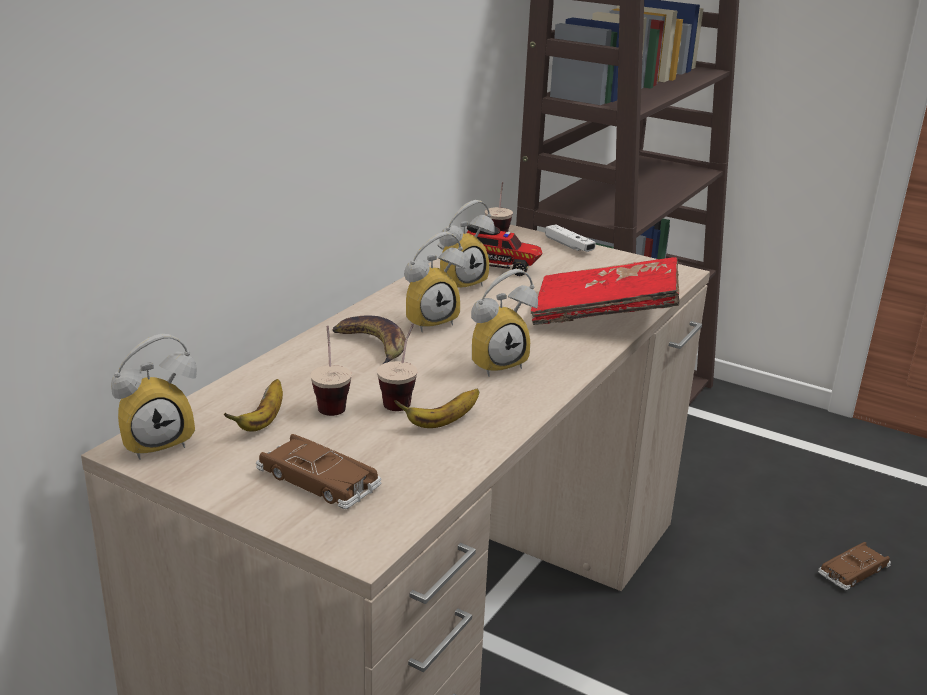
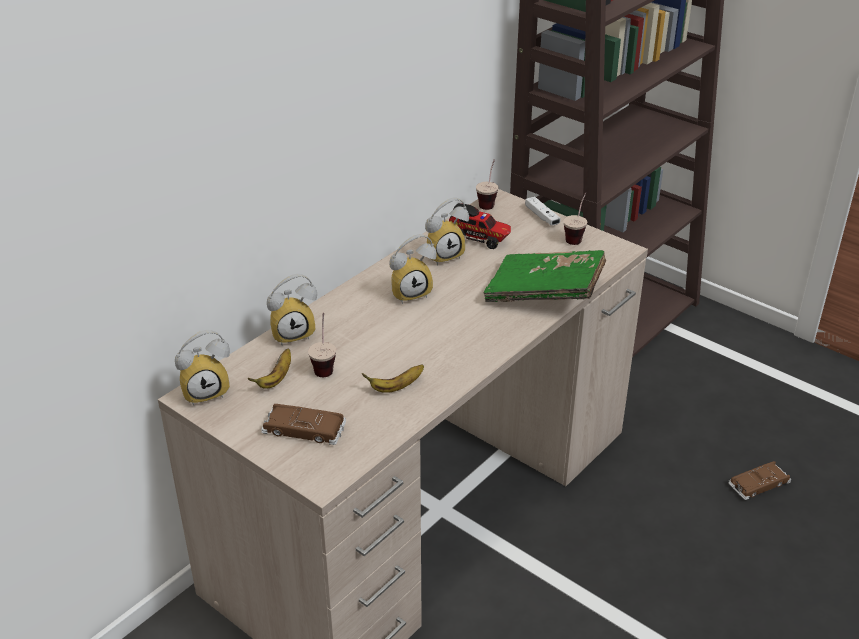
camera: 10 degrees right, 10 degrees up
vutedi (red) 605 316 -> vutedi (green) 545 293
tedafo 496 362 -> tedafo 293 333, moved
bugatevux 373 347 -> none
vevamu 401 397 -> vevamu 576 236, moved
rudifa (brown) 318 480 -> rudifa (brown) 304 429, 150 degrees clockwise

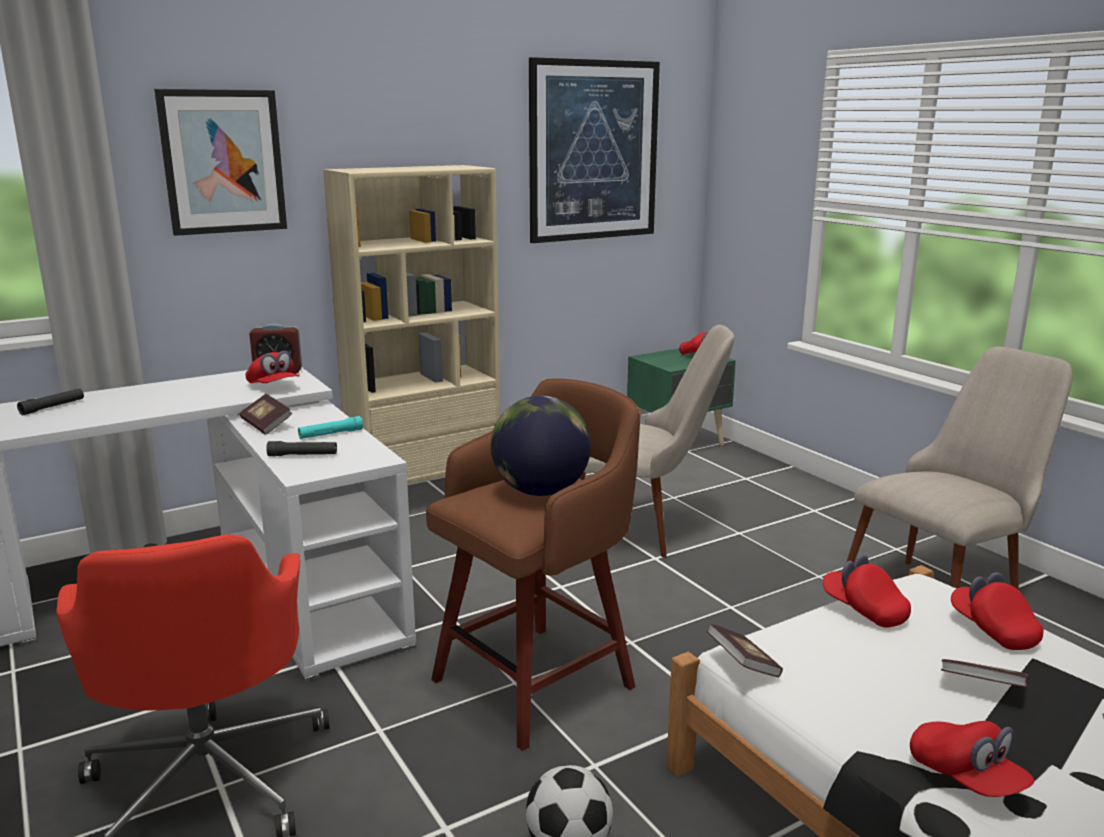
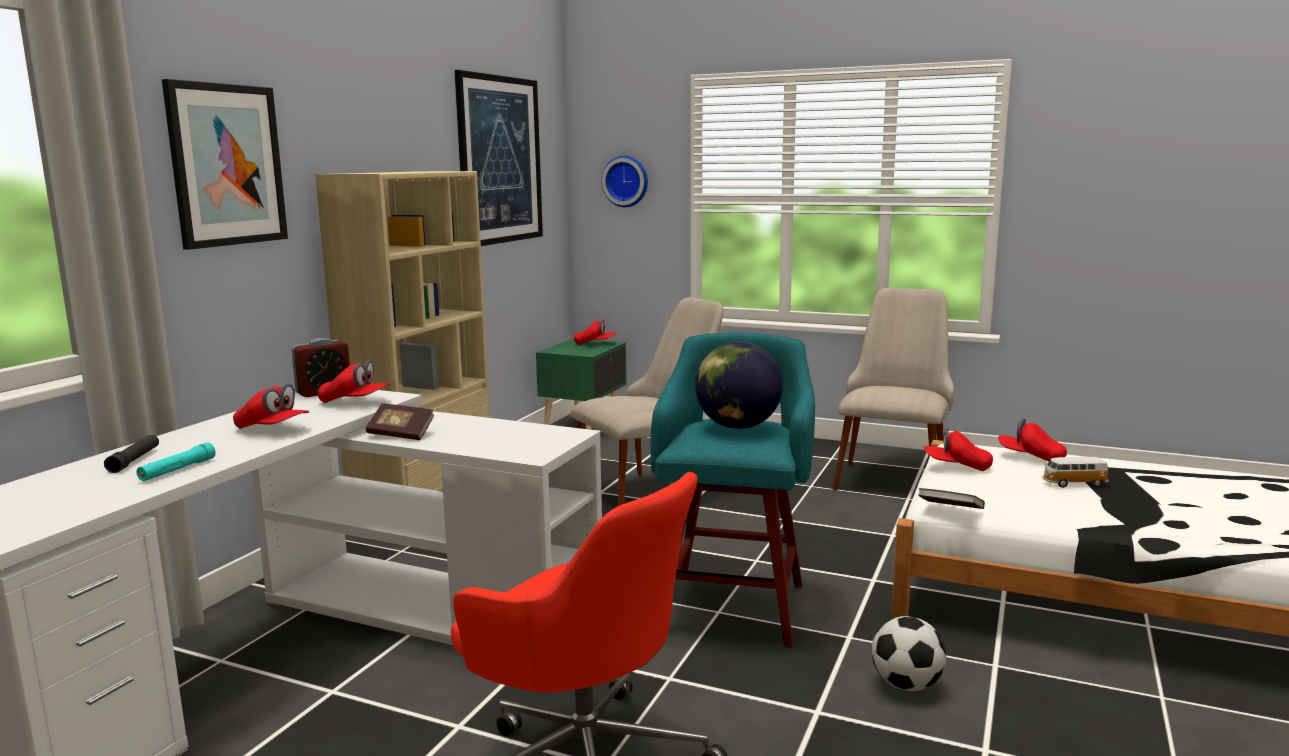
camera: 35 degrees left, 5 degrees down
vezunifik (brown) 538 681 -> vezunifik (turquoise) 733 604
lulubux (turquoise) 330 434 -> lulubux (turquoise) 177 470, moved
lulubux (black) 303 455 -> none
vutedi 981 687 -> rudifa 1073 483
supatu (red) 966 778 -> supatu (red) 272 429, moved
none -> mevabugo 626 181

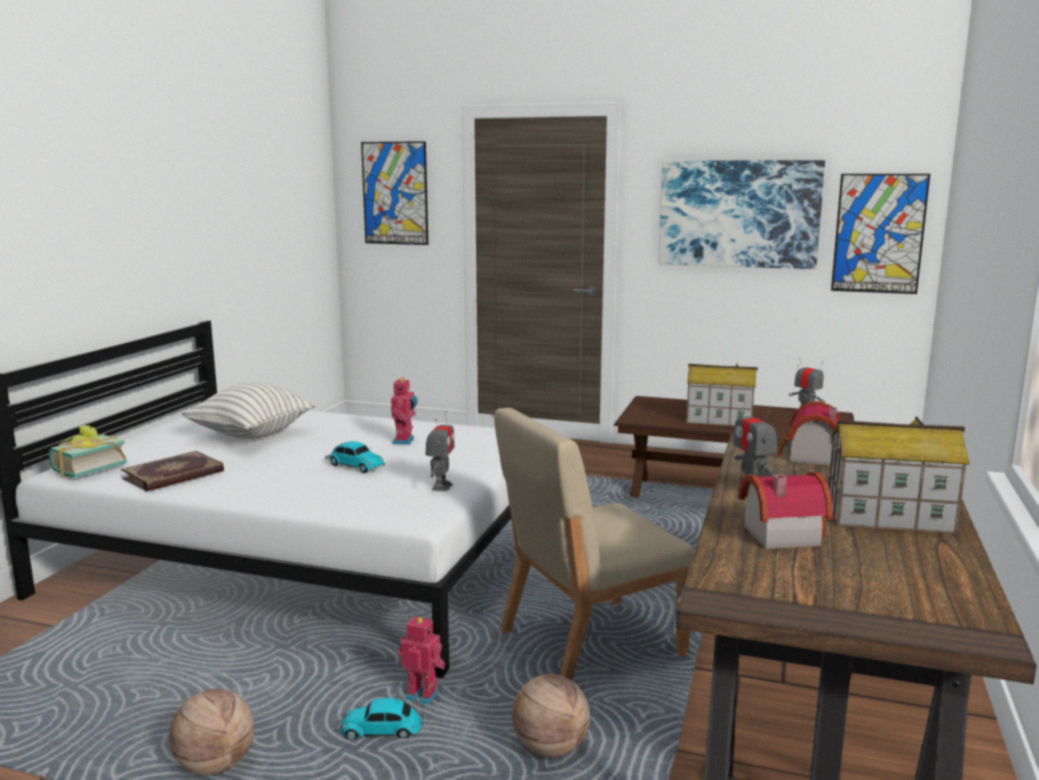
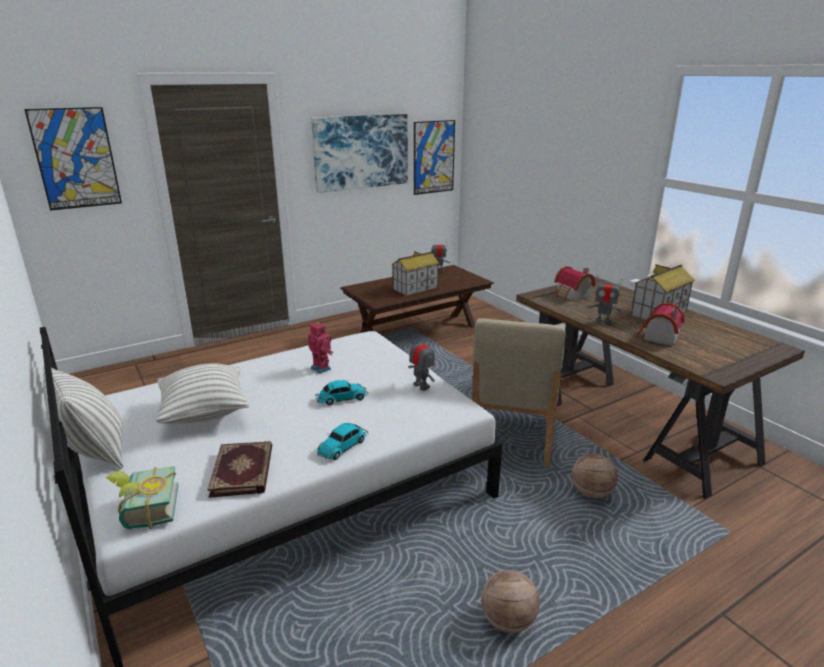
camera: 50 degrees left, 10 degrees up
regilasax 423 696 -> none
rudifa 383 730 -> rudifa 343 446, moved
none -> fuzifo 94 451

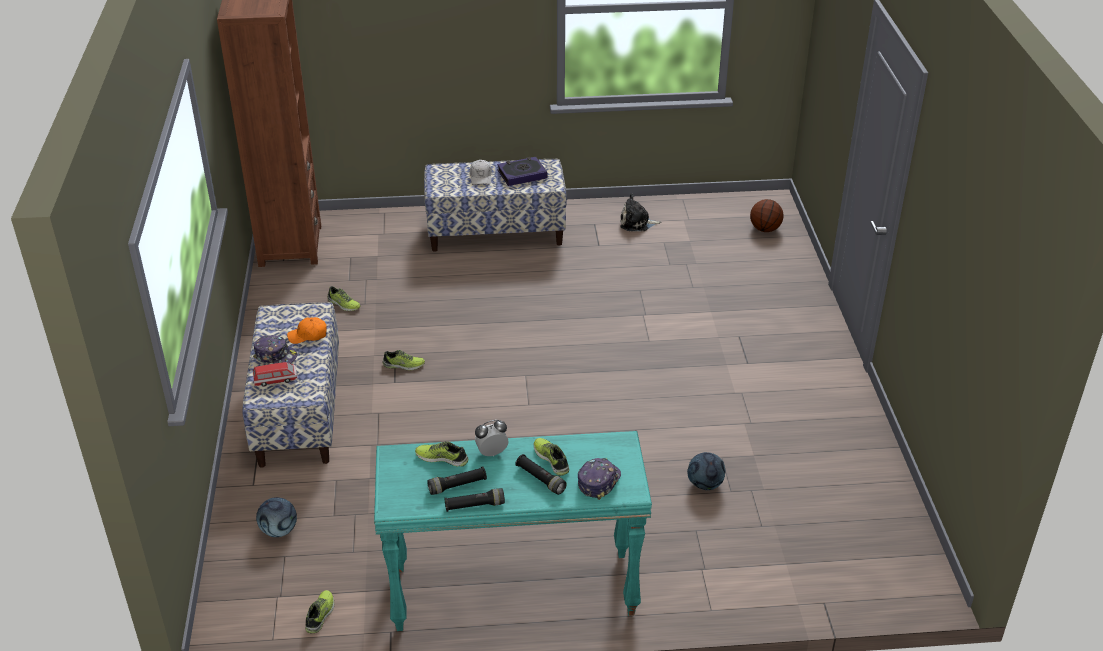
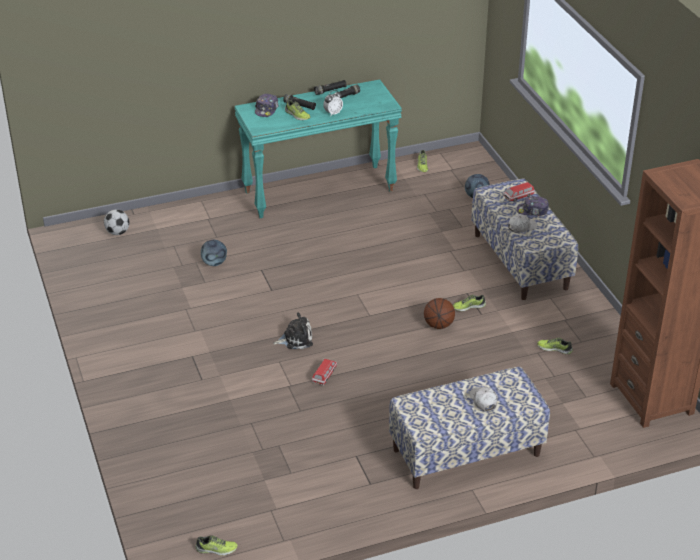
camera: 165 degrees right, 0 degrees up
vutedi 522 174 -> none
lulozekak 637 223 -> lulozekak 296 339, moved
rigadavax 765 229 -> rigadavax 438 325, moved
supatu (orange) 308 335 -> supatu (white) 521 227
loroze 442 458 -> loroze 216 549, moved
none -> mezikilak 117 232
none -> rudifa 324 375

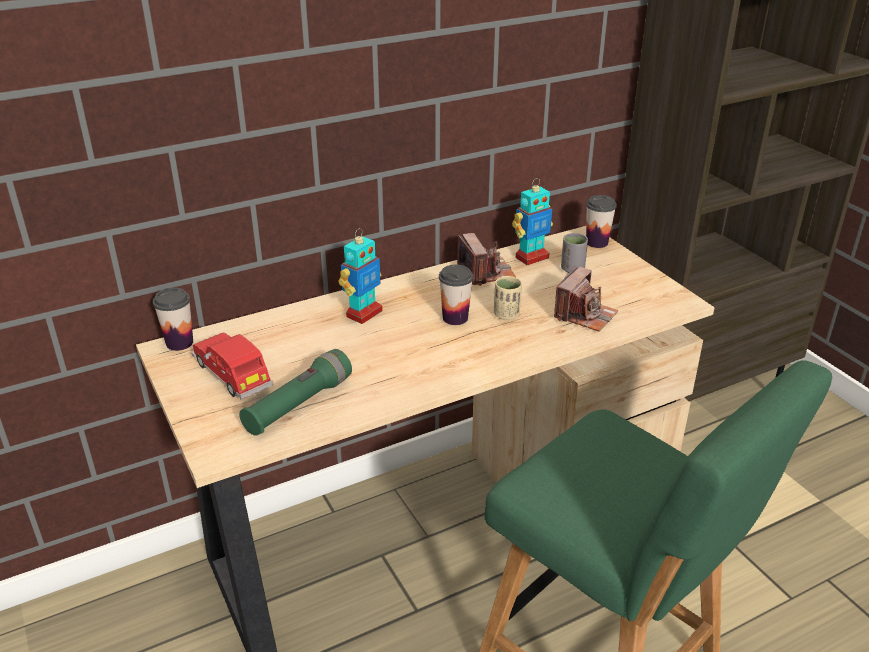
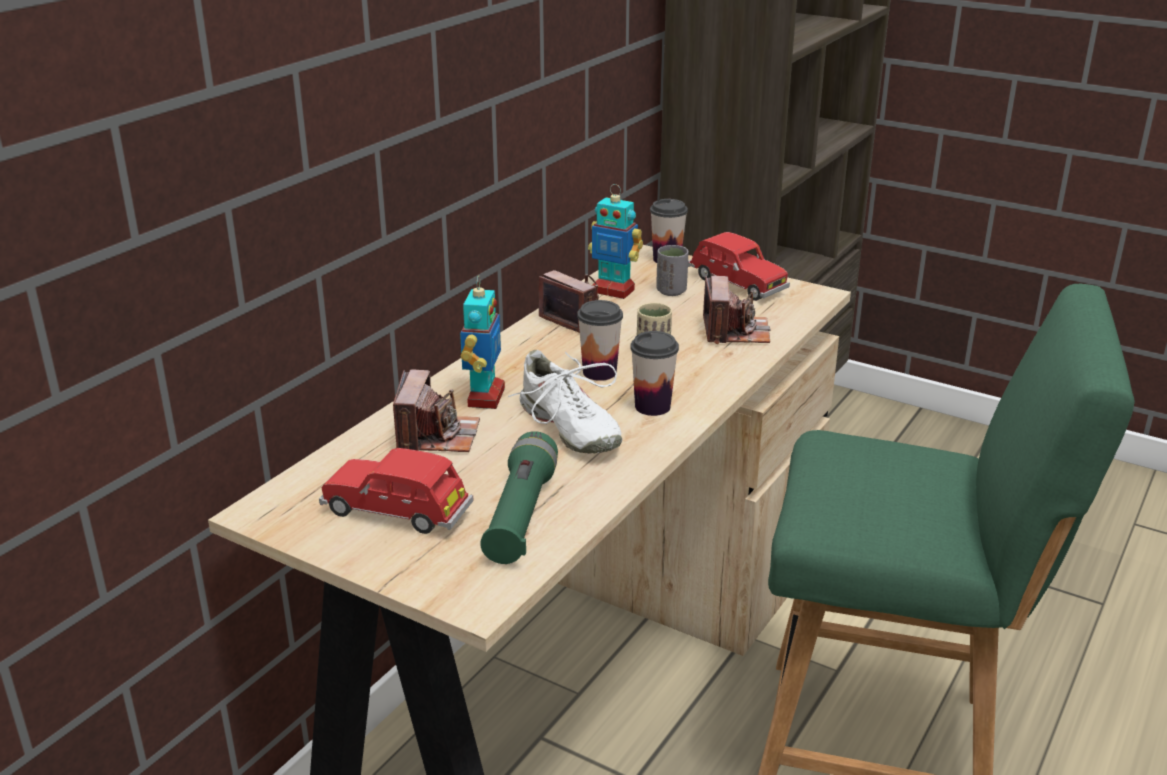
camera: 30 degrees left, 5 degrees down
regilasax 531 257 -> regilasax 613 290, 90 degrees clockwise
vevamu 179 343 -> vevamu 652 407, moved
none -> rudifa (red) 736 284
none -> loroze (white) 568 429
none -> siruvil 437 436

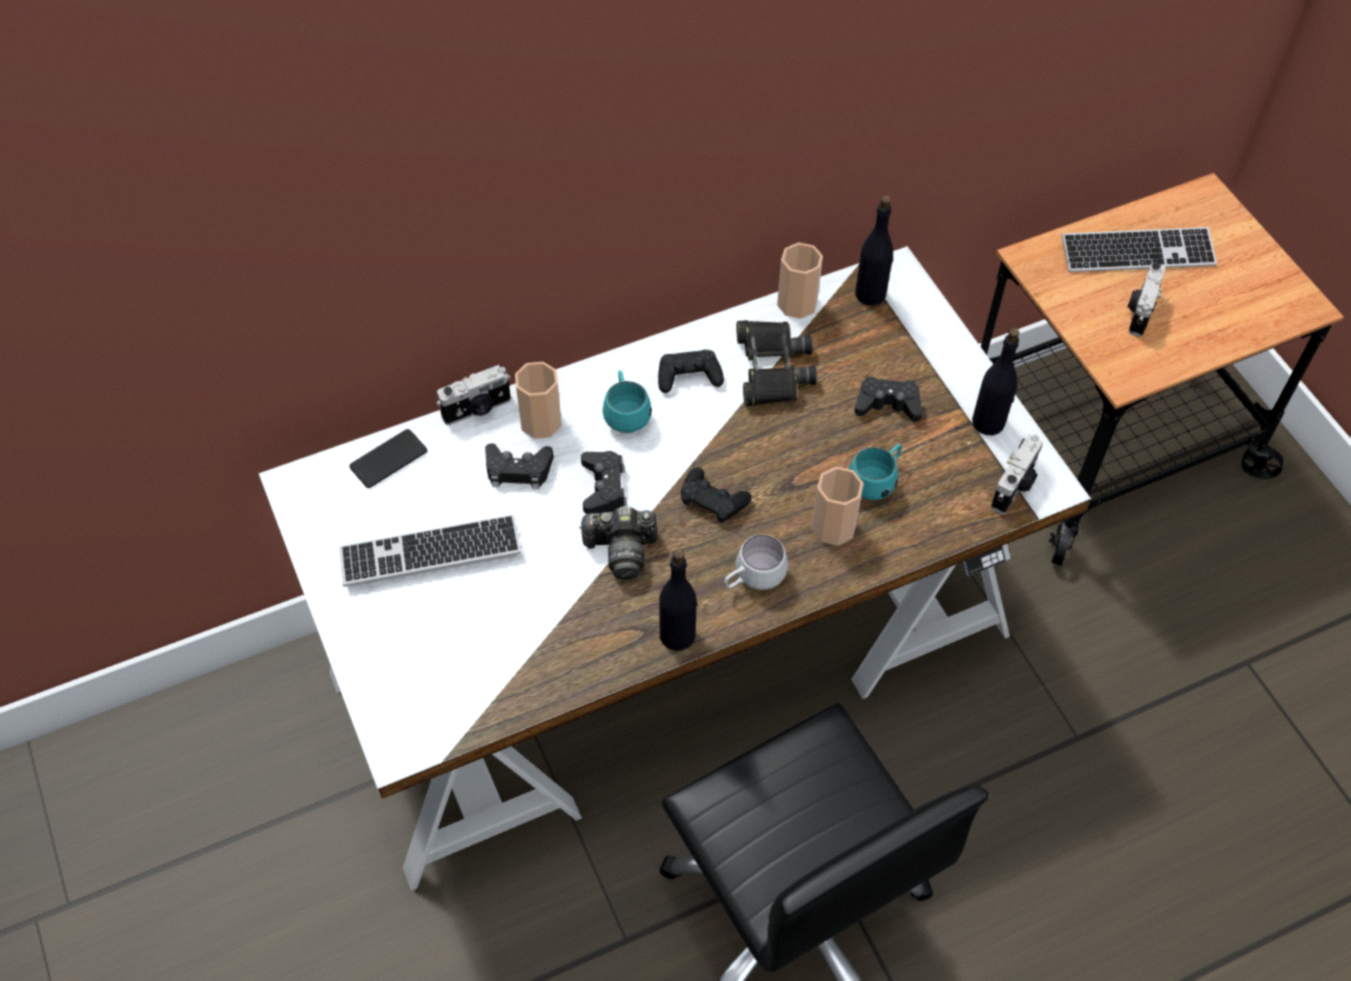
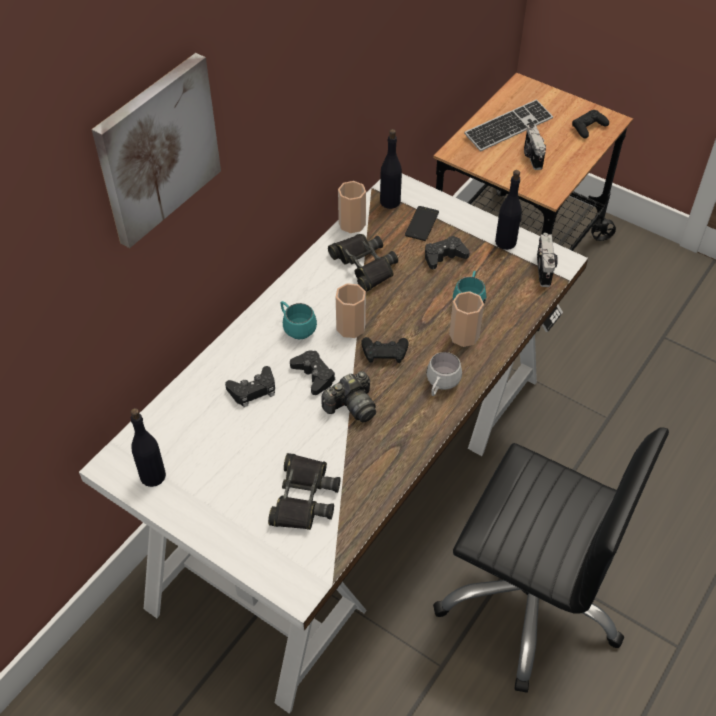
camera: 30 degrees left, 5 degrees down
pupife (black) 689 376 -> pupife (black) 588 127, moved
vevamu 541 422 -> vevamu 350 327, moved
siruvil 477 409 -> none
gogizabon 388 459 -> gogizabon 422 224, moved
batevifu 430 553 -> none
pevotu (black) 678 635 -> pevotu (black) 153 475, moved
none -> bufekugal 157 149
none -> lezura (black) 303 497

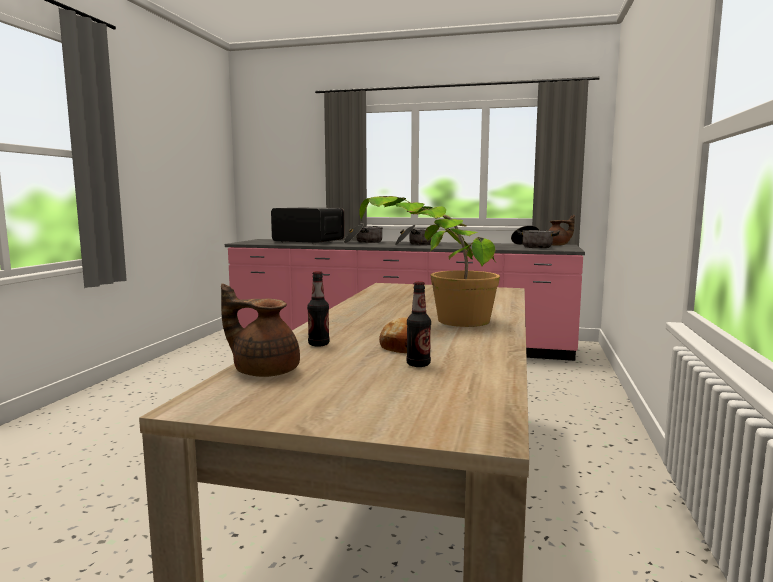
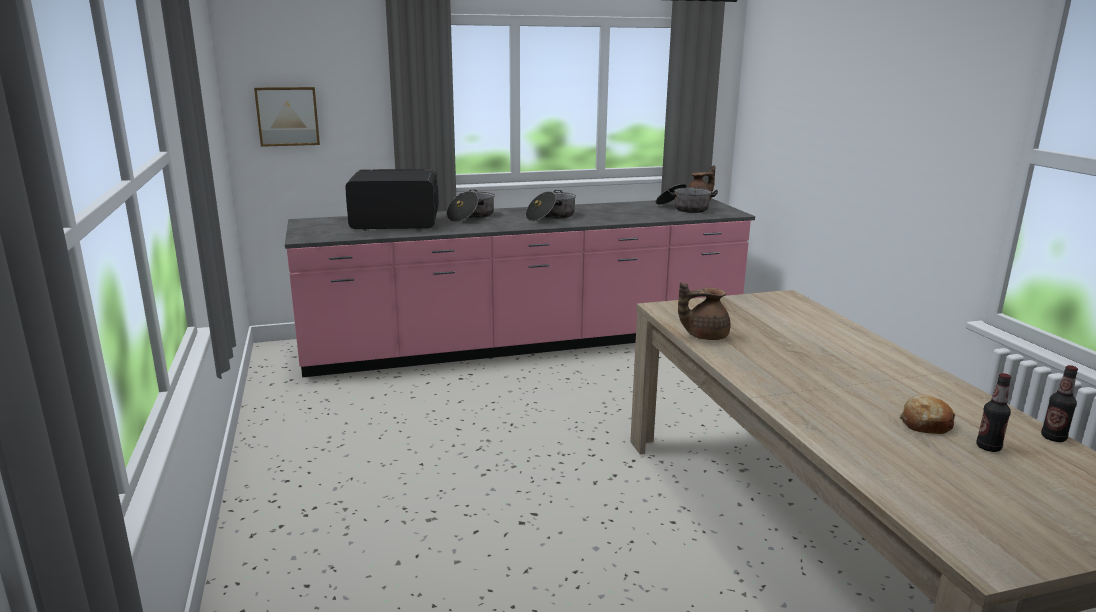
camera: 30 degrees left, 10 degrees up
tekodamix 435 321 -> none
pevotu 318 344 -> pevotu 1053 438, moved
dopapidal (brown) 264 371 -> dopapidal (brown) 704 336, moved
none -> bufekugal 287 116

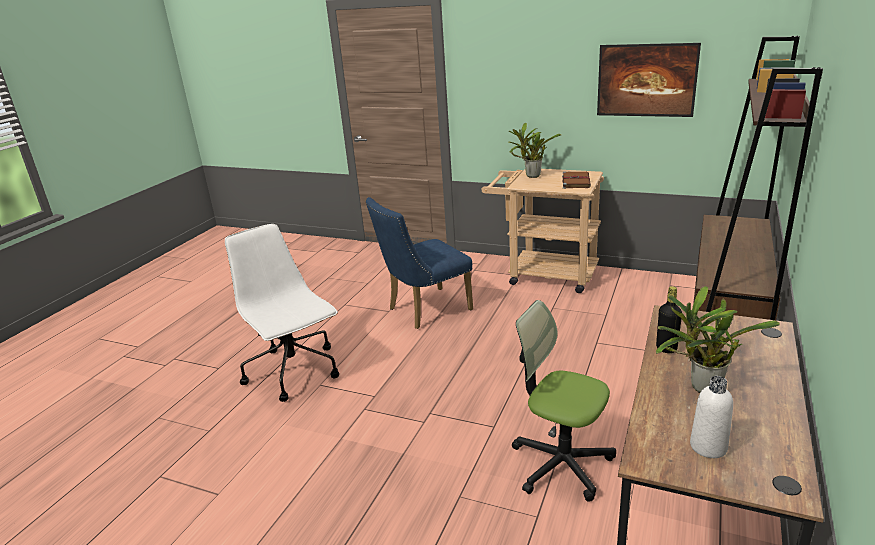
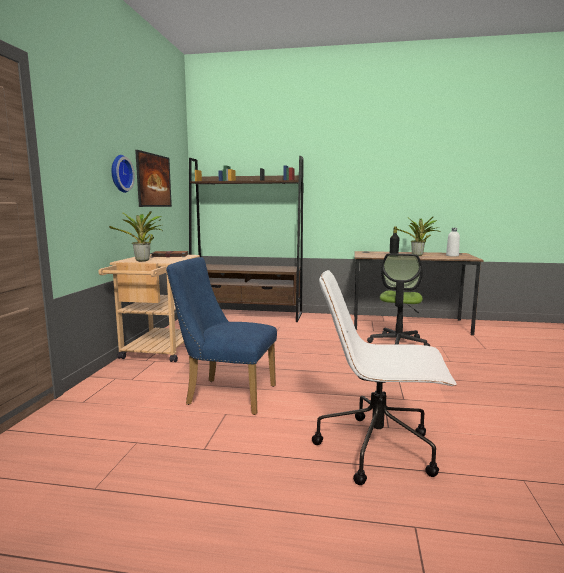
camera: 105 degrees left, 15 degrees down
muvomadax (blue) 424 310 -> muvomadax (blue) 225 394, 150 degrees clockwise
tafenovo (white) 294 372 -> tafenovo (white) 378 449, 60 degrees clockwise
none -> mevabugo 119 173

